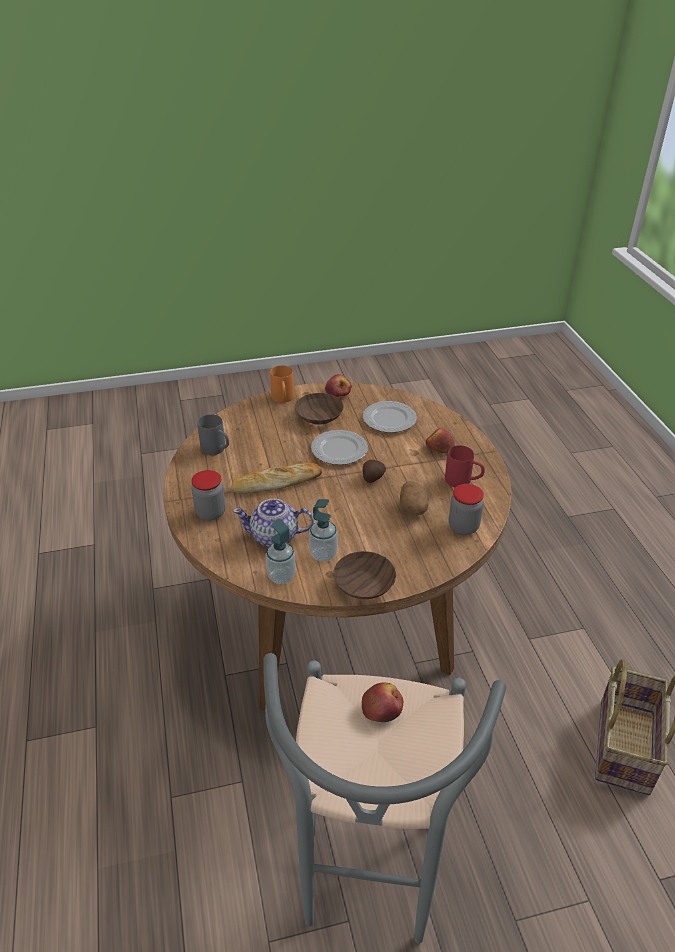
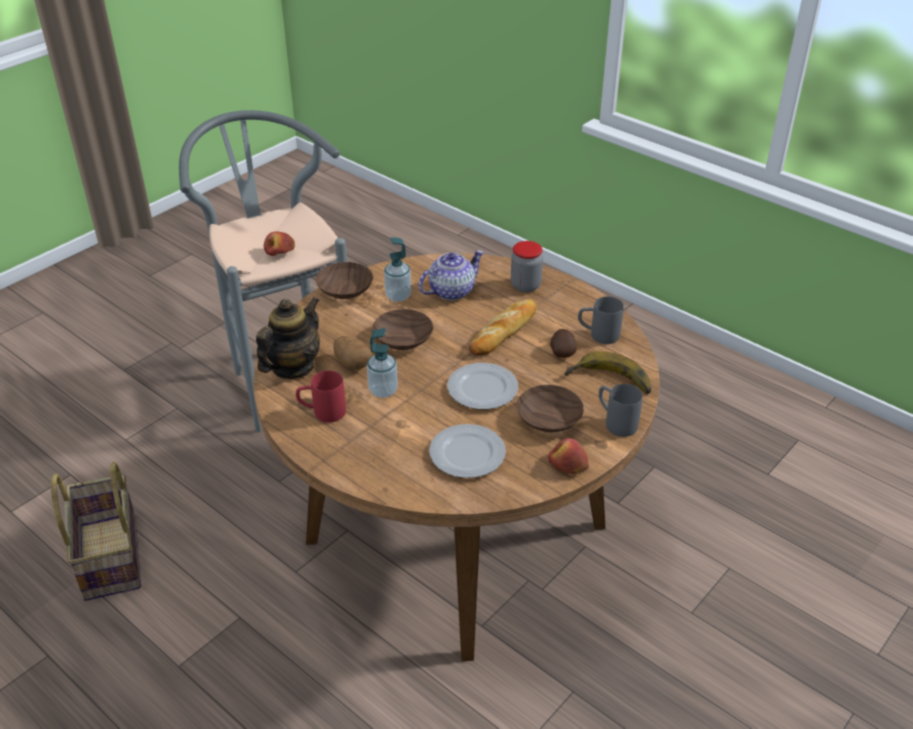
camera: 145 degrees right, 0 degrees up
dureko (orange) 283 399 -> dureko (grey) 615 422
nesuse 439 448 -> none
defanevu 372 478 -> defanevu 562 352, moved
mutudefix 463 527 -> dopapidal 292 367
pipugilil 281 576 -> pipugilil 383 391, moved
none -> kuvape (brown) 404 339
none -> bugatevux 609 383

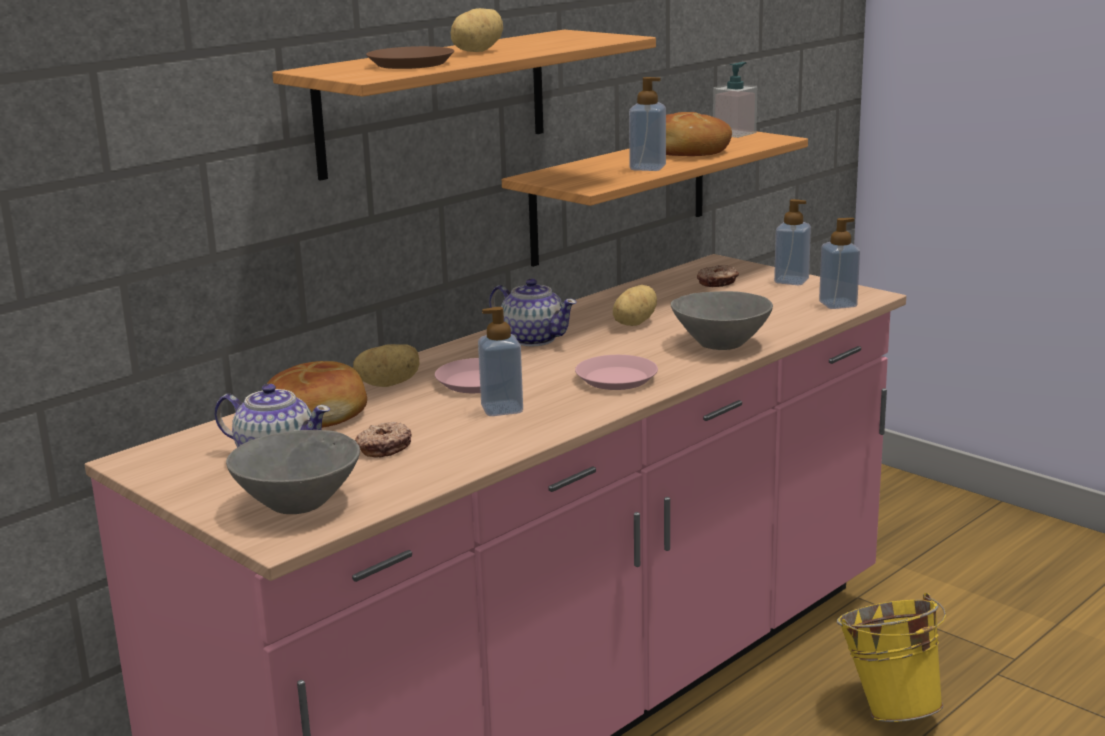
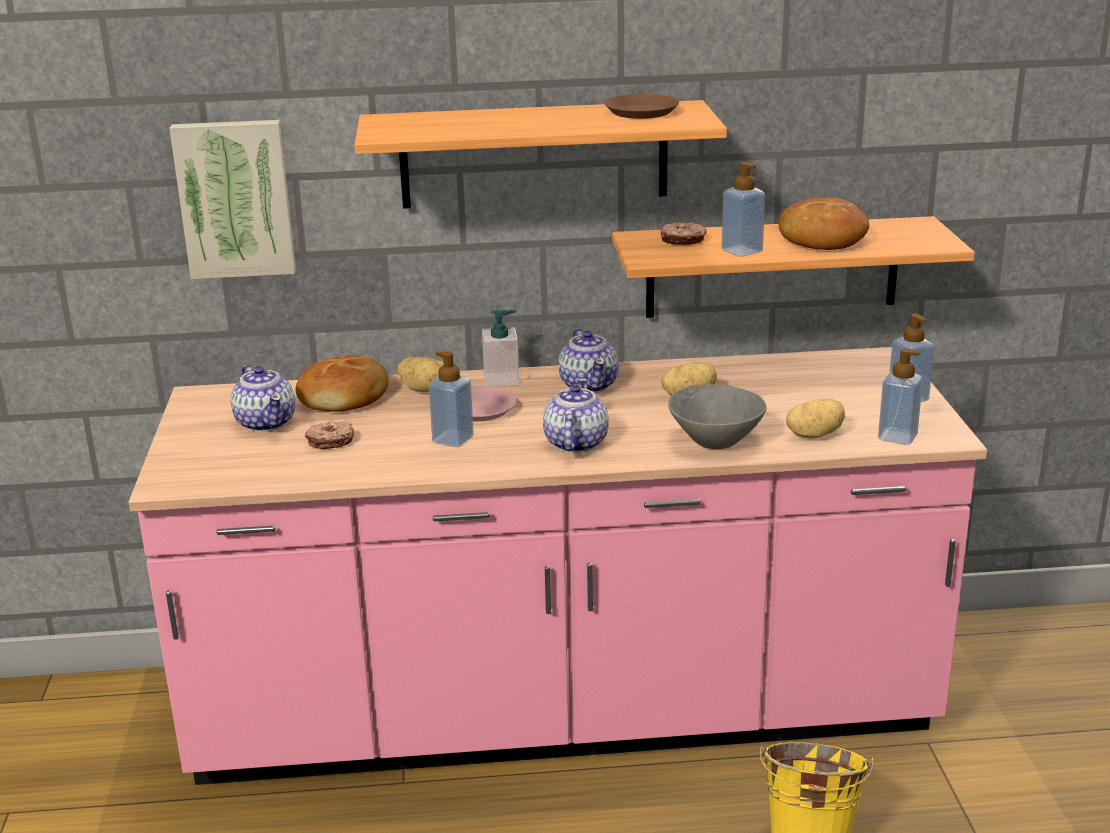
camera: 40 degrees right, 5 degrees up
defanevu 476 51 -> defanevu 814 435, moved
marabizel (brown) 410 64 -> marabizel (brown) 641 112, moved
pipugilil 734 133 -> pipugilil 501 379, moved
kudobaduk 718 282 -> kudobaduk 682 240, moved
marabizel (pink) 616 379 -> dopapidal 575 444
kuvape (grey) 300 503 -> none
none -> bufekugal 235 198

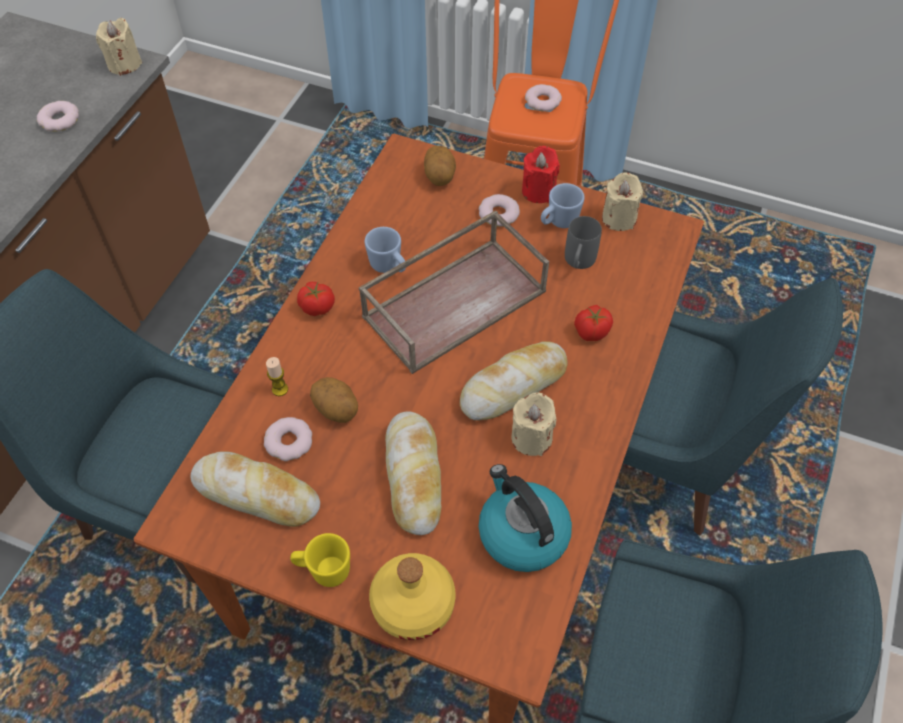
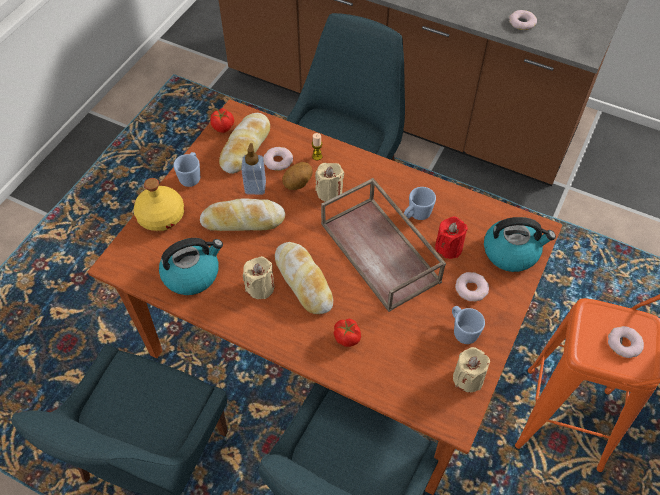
camera: 95 degrees right, 0 degrees up
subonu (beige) 124 64 -> subonu (beige) 329 192, moved
defanevu 440 177 -> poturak 511 252
subonu (red) 538 191 -> subonu (red) 448 247, moved
dureko (grey) 578 263 -> none
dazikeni 317 307 -> dazikeni 223 127, moved
dureko (yellow) 323 570 -> dureko (blue) 191 176
none -> pipugilil 255 187

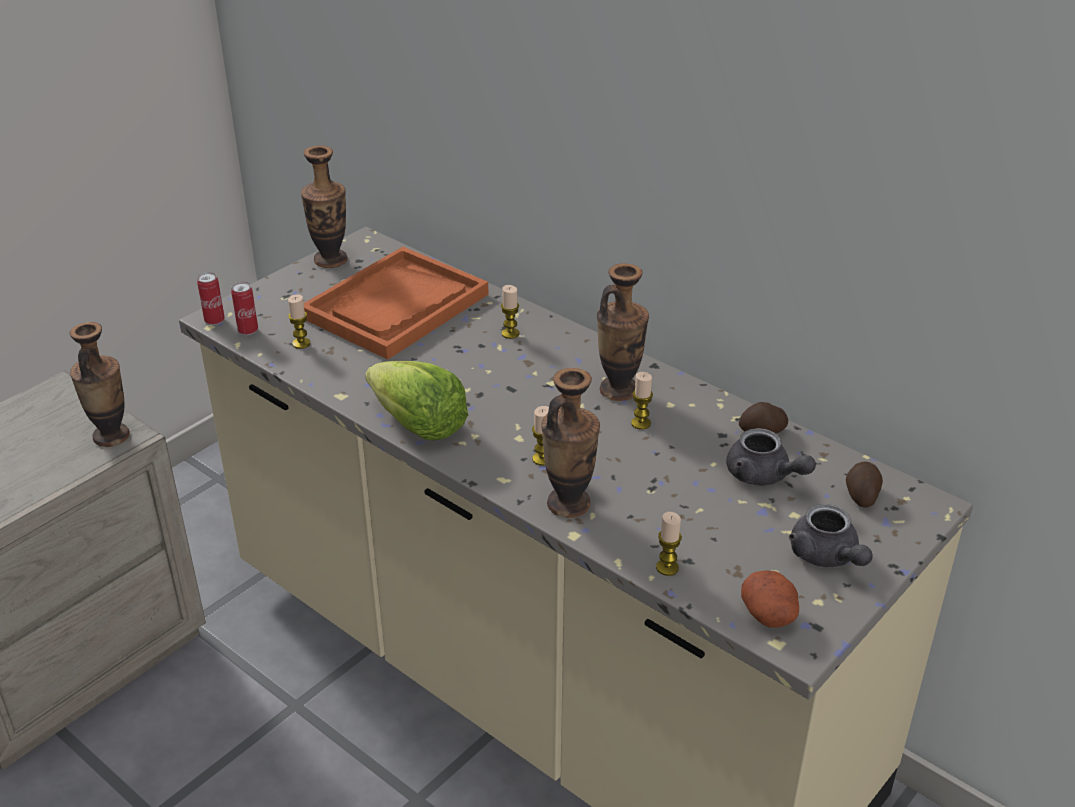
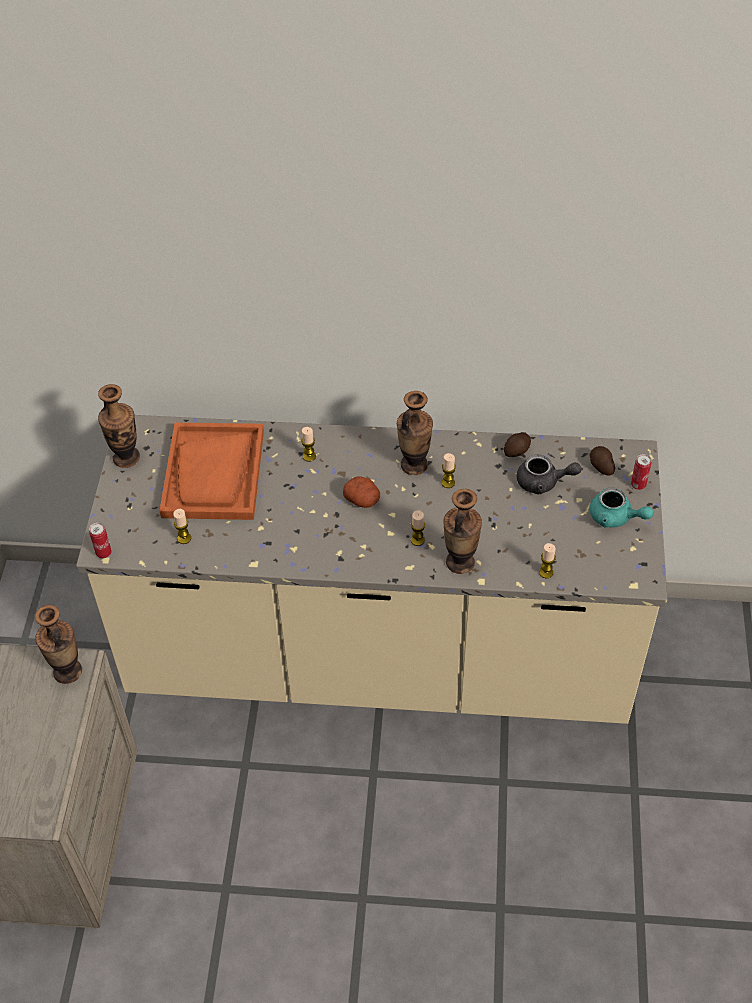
camera: 35 degrees left, 15 degrees up
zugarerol 248 331 -> zugarerol 638 485, moved
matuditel 418 425 -> none
dopapidal (grey) 827 557 -> dopapidal (turquoise) 615 518
defanevu 770 614 -> defanevu 363 499, moved

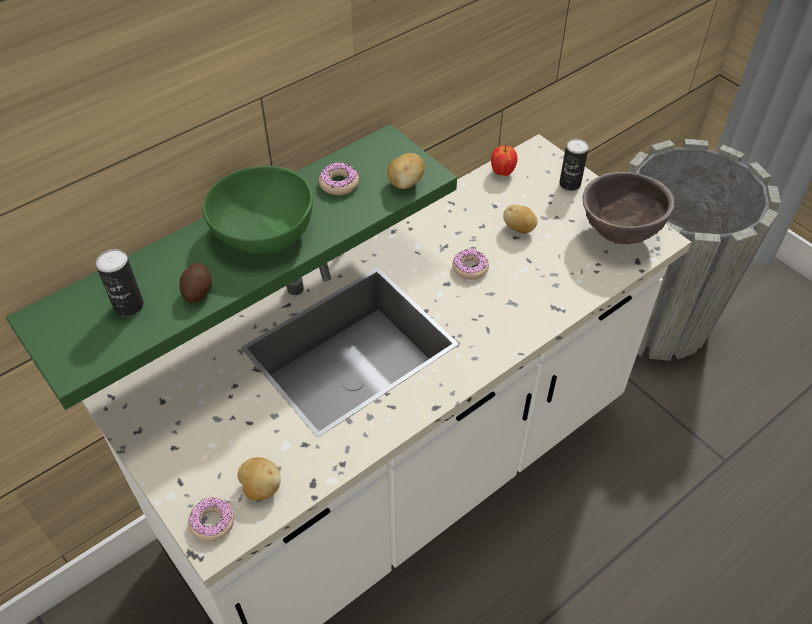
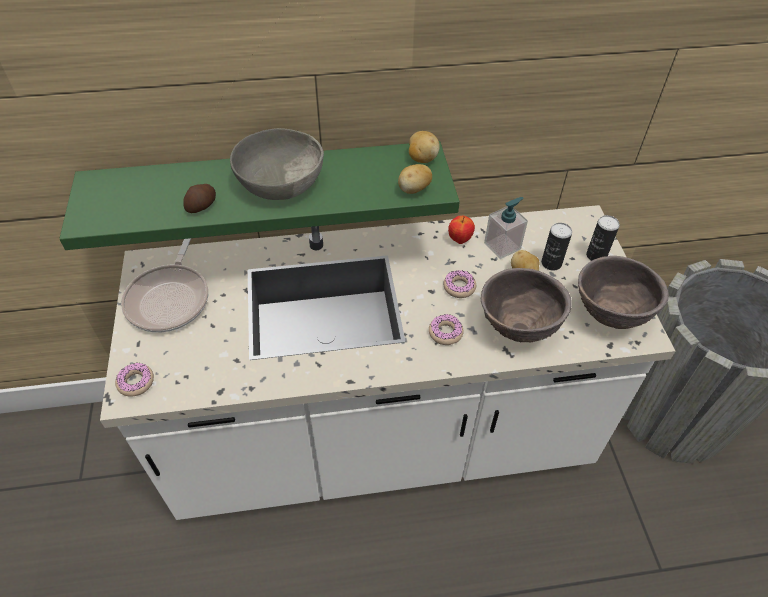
camera: 30 degrees right, 0 degrees up
nesuse 502 172 -> nesuse 459 240, moved
kudobaduk 339 183 -> kudobaduk 445 333, moved
kuvape (green) 262 230 -> kuvape (grey) 280 182
zugarerol 129 305 -> zugarerol 551 263, moved
defanevu 260 487 -> defanevu 422 158, moved
none -> pipugilil 502 246
none -> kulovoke 170 298
none -> kuvape (brown) 517 328

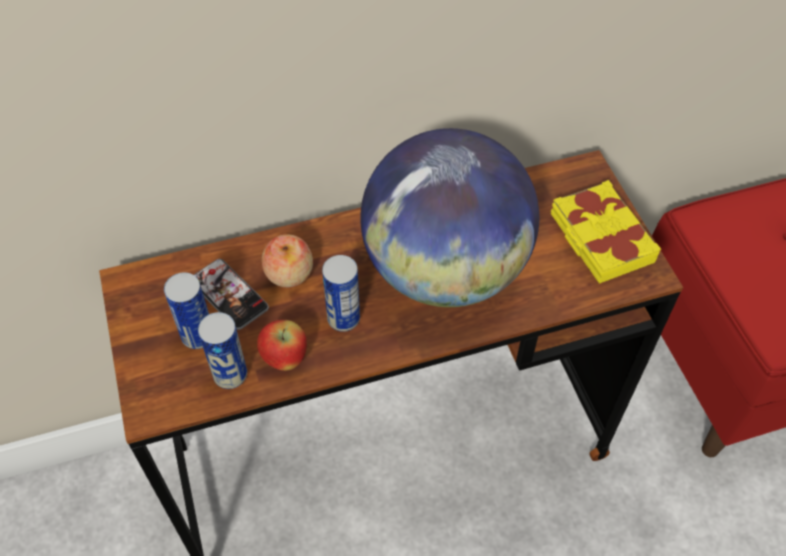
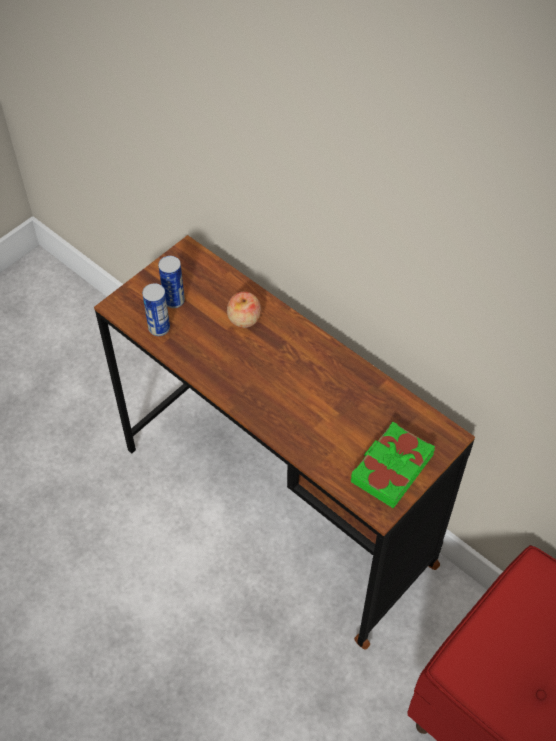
camera: 60 degrees right, 0 degrees up
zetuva 445 270 -> none
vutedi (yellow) 600 238 -> vutedi (green) 390 468
zugarerol 343 319 -> none
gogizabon 229 294 -> none
nesuse 284 358 -> none

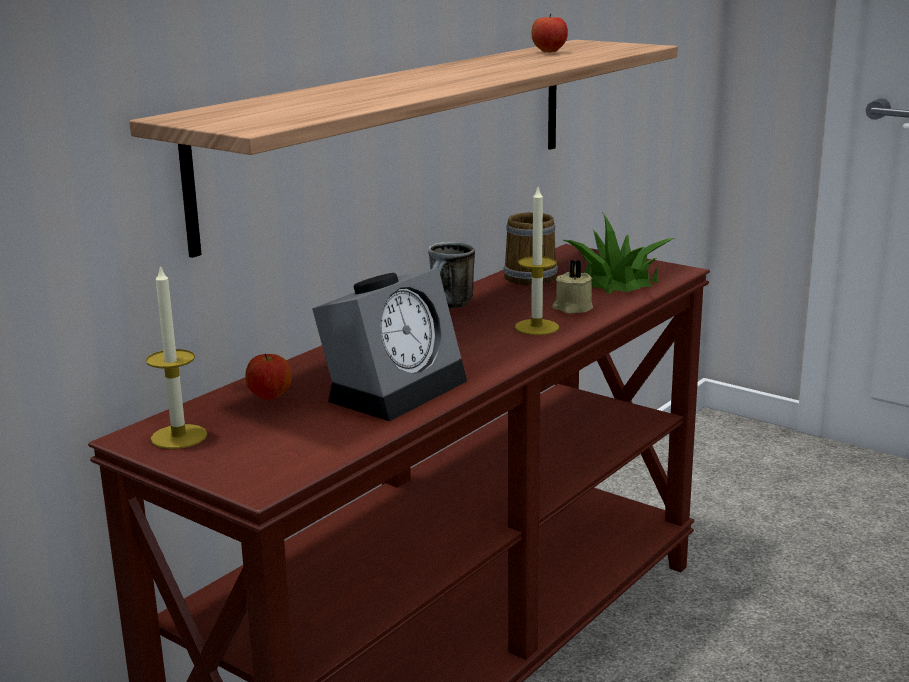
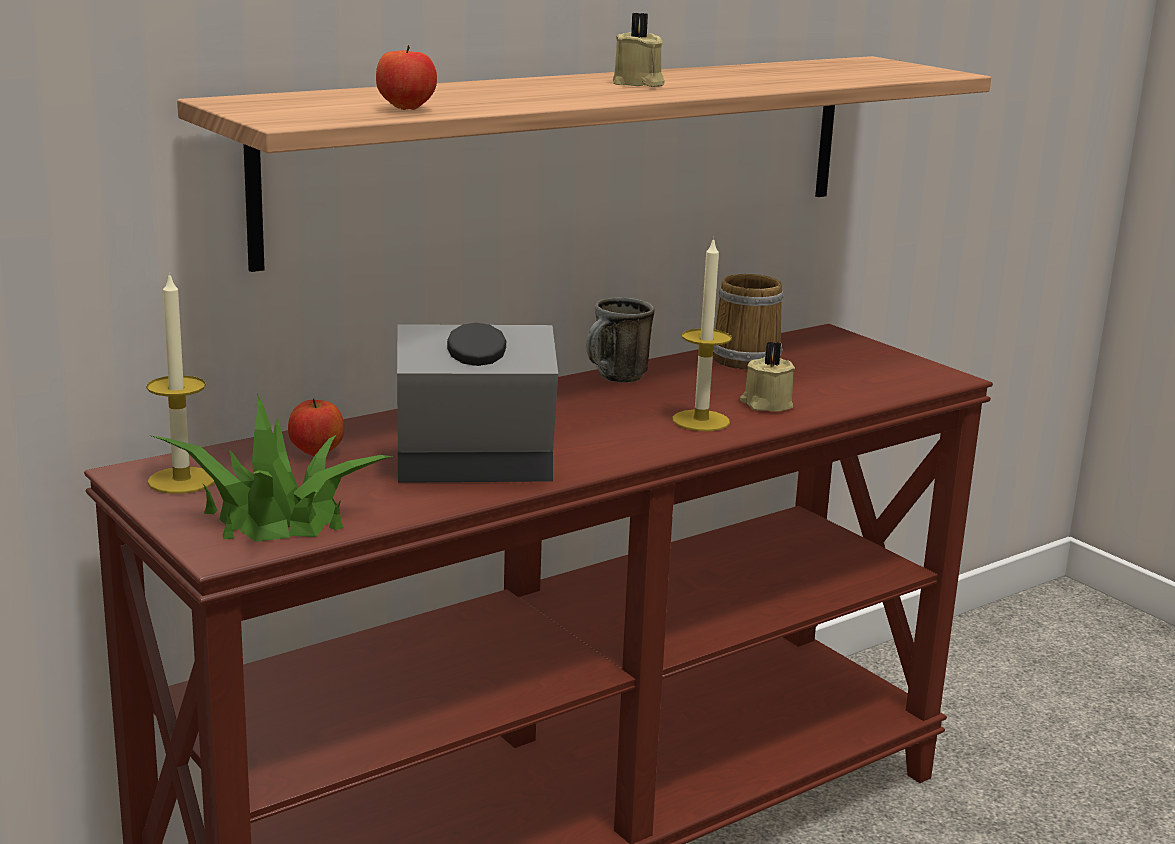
camera: 15 degrees right, 0 degrees up
nesuse 549 52 -> nesuse 406 108, moved
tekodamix 616 281 -> tekodamix 275 516, moved
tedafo 396 388 -> tedafo 468 466, 150 degrees counterclockwise
none -> subonu (beige) 638 84

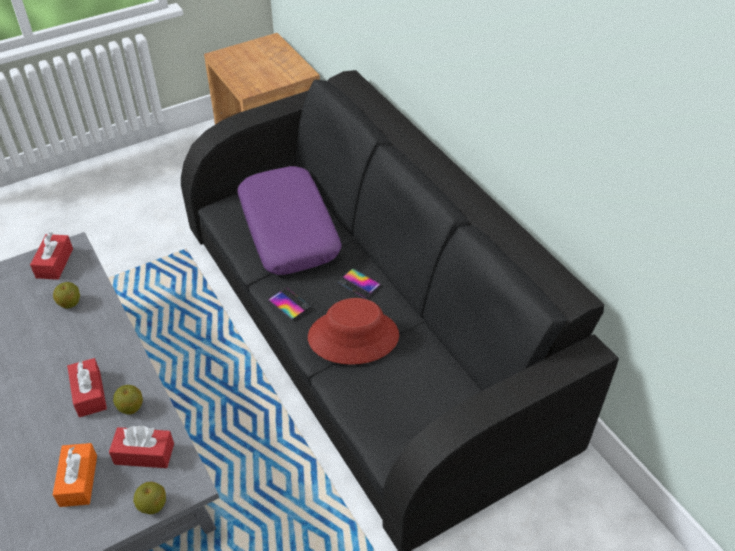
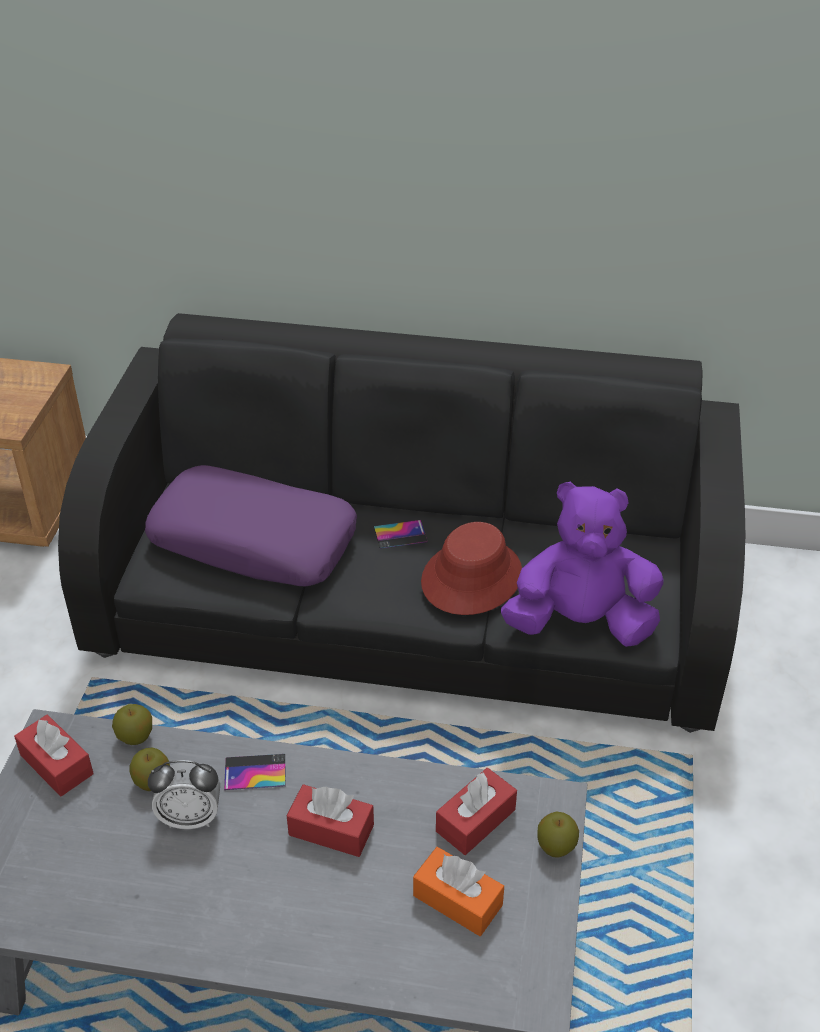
camera: 50 degrees left, 5 degrees down
gogizabon 289 303 -> gogizabon 255 772, moved
nesuse 131 407 -> nesuse 135 736, moved
none -> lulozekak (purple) 580 623
none -> tedafo 190 817

